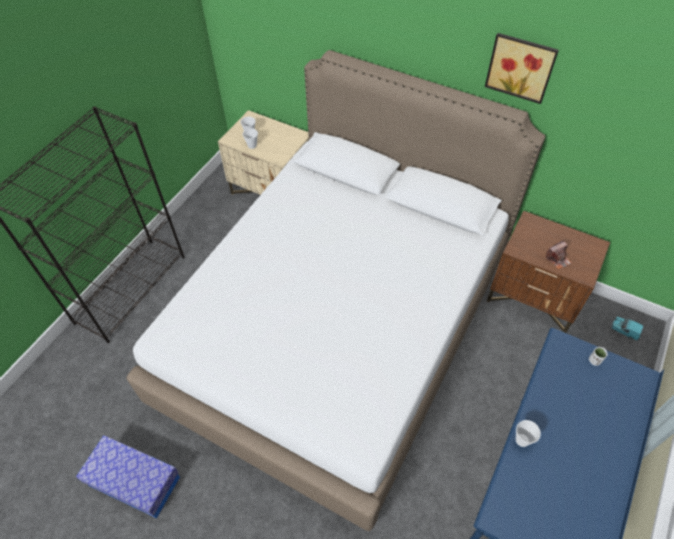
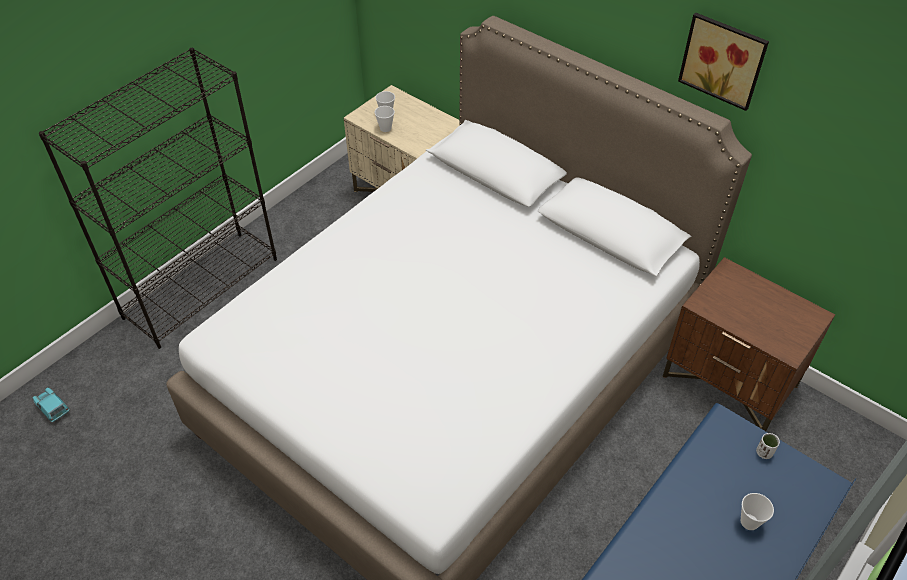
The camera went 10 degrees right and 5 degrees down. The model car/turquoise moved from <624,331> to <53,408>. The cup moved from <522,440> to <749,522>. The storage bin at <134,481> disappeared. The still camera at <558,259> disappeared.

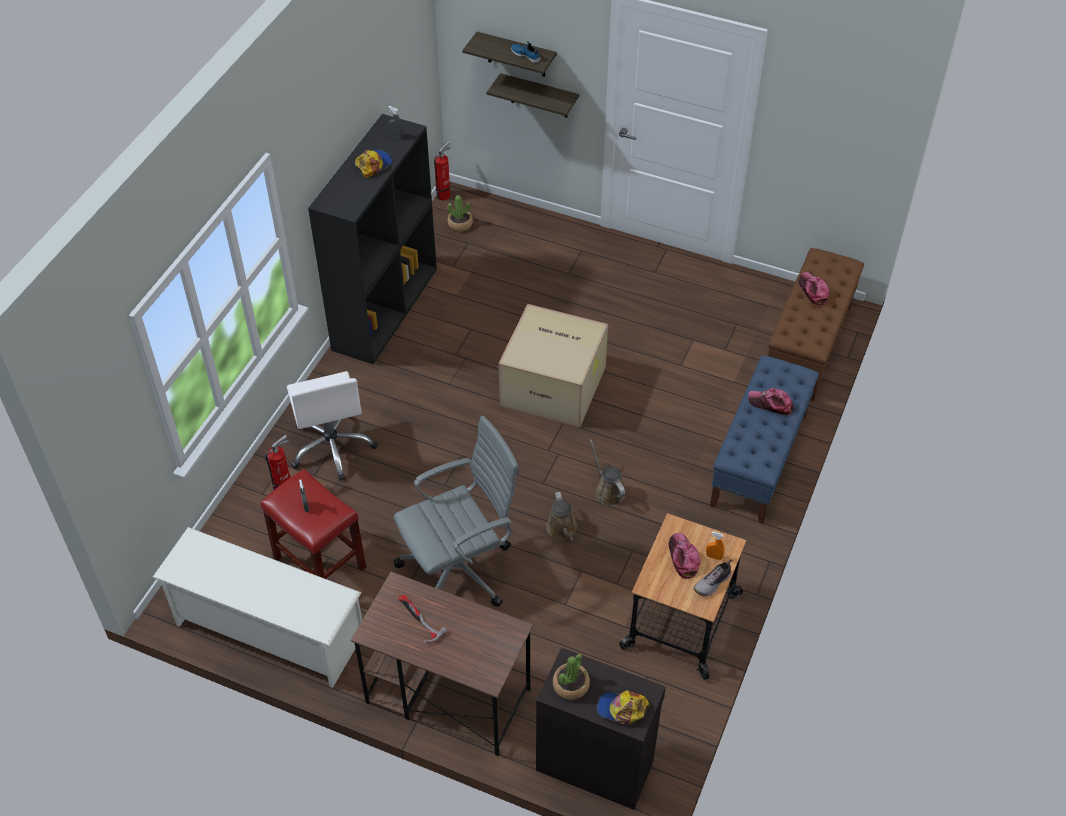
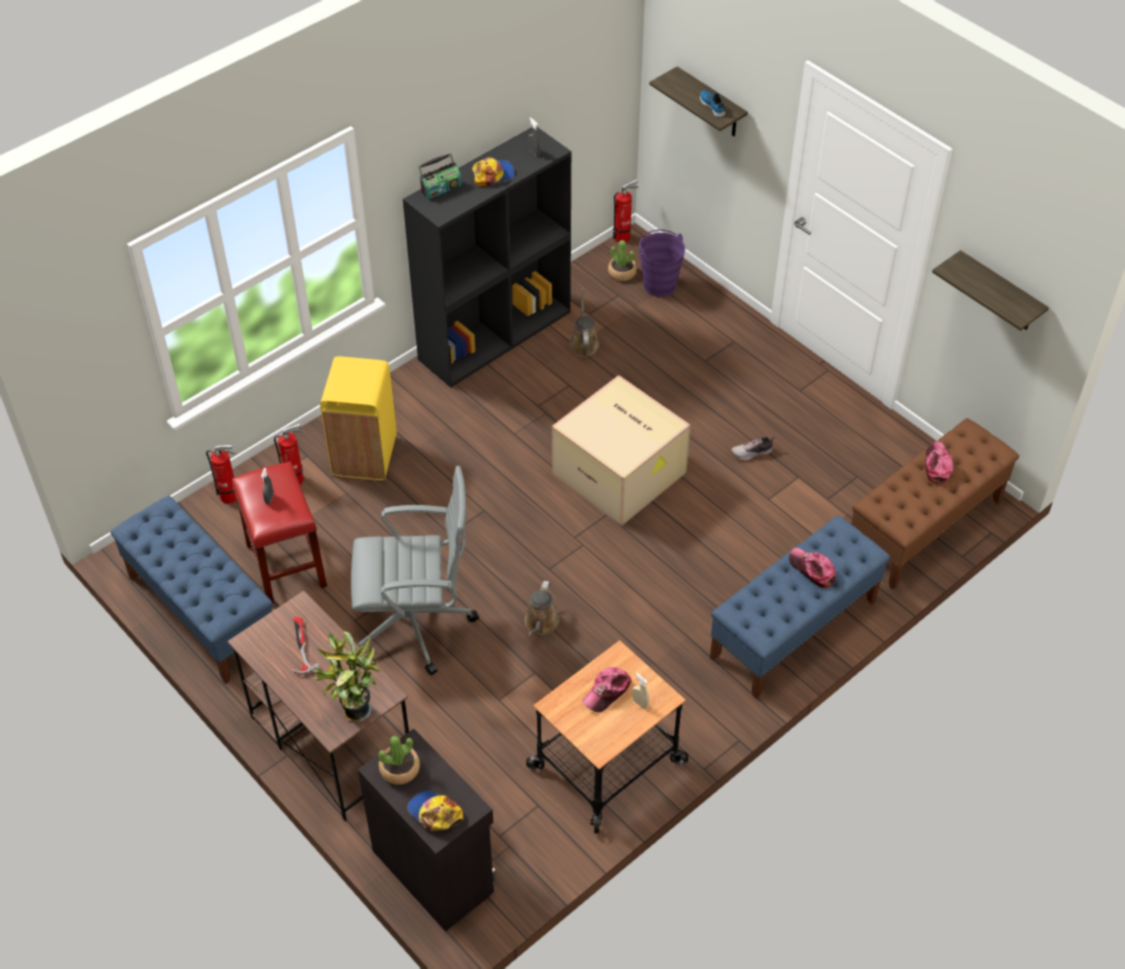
The camera went 25 degrees right and 0 degrees up. The shoe stand/white at <268,631> was replaced by the indoor bench/blue at <202,612>. The fire extinguisher at <231,497> appeared. The potted plant at <353,710> appeared. The office chair/white at <332,447> was replaced by the rubbish bin/yellowish at <364,456>. The radio set at <440,188> appeared. The watering can/brown-coloured moved from <608,491> to <583,343>. The peaked cap at <683,558> turned 150 degrees counterclockwise. The hand sprayer/orangey at <713,556> became the hand sprayer/beige-coloured at <640,703>. The water bucket/purple-coloured at <659,285> appeared. The shoe moved from <713,583> to <752,453>. The bracket shelf moved from <539,96> to <999,293>.

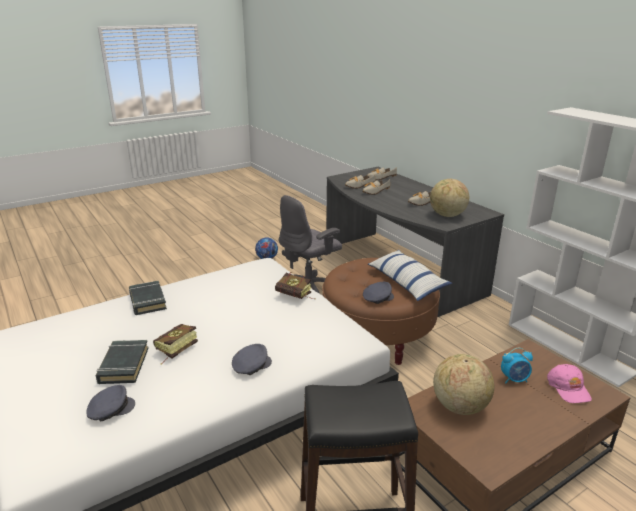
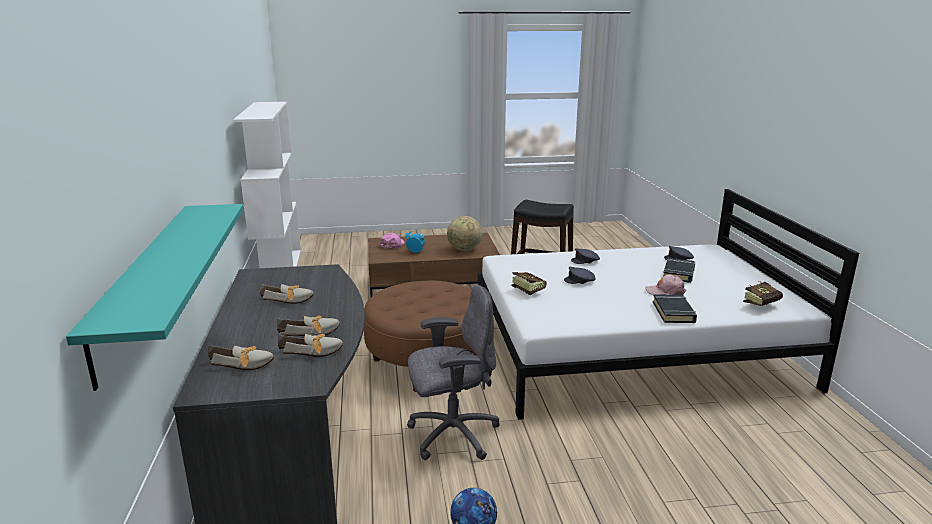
The camera went 155 degrees left and 5 degrees down. The bracket shelf/turquoise at <145,283> appeared. The peaked cap/grey moved from <377,298> to <580,280>. The peaked cap/pinkish at <665,291> appeared. The book moved from <173,351> to <763,304>. The cushion at <406,282> disappeared. The world globe at <447,215> disappeared.

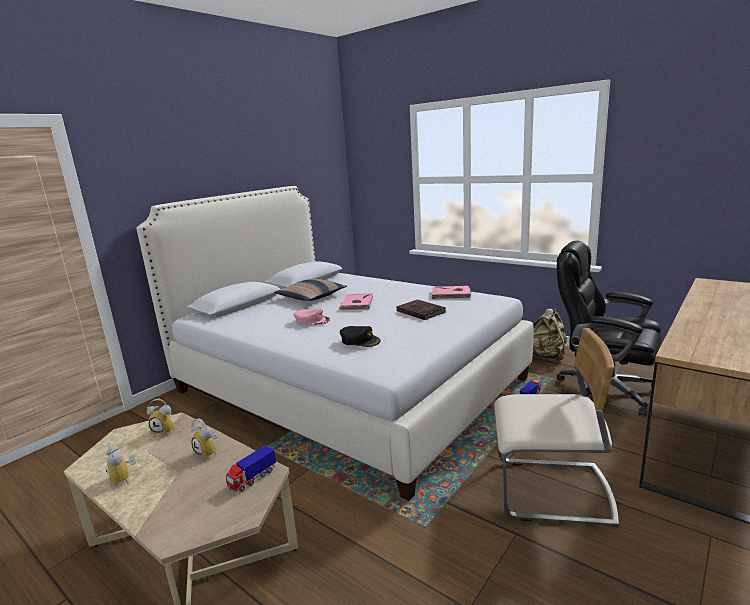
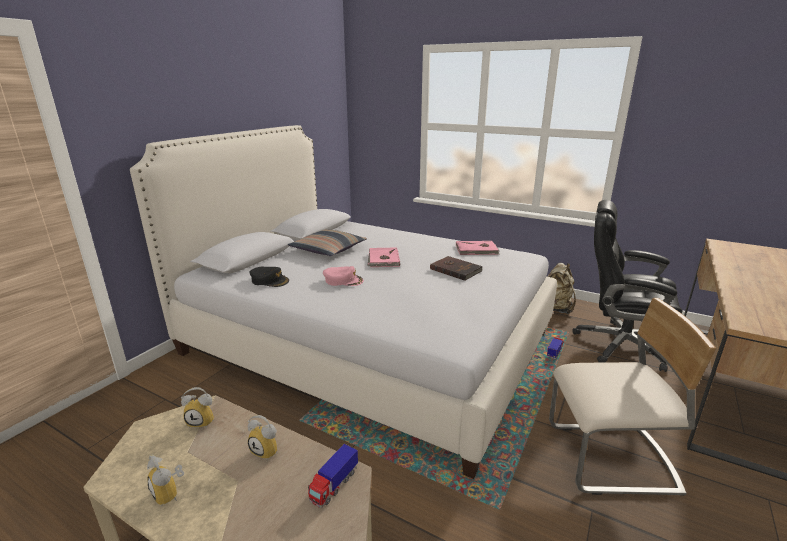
The camera went 10 degrees left and 5 degrees up. The peaked cap/black-coloured moved from <360,340> to <270,280>.

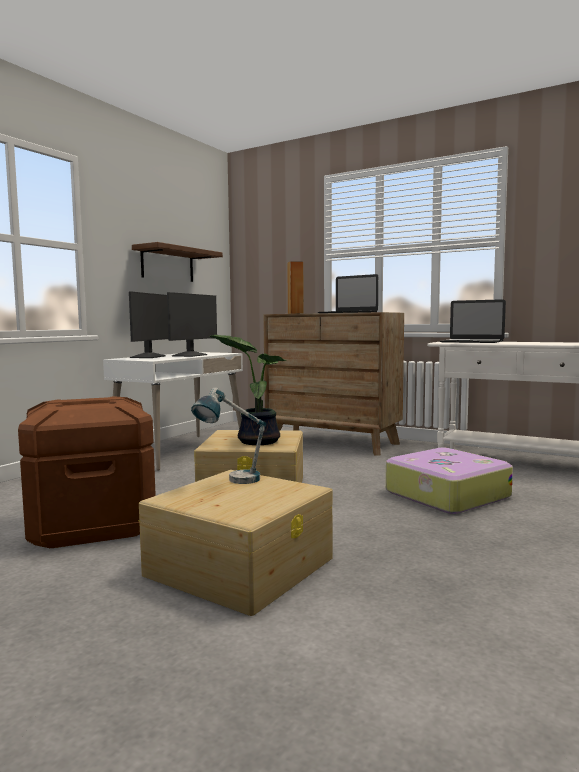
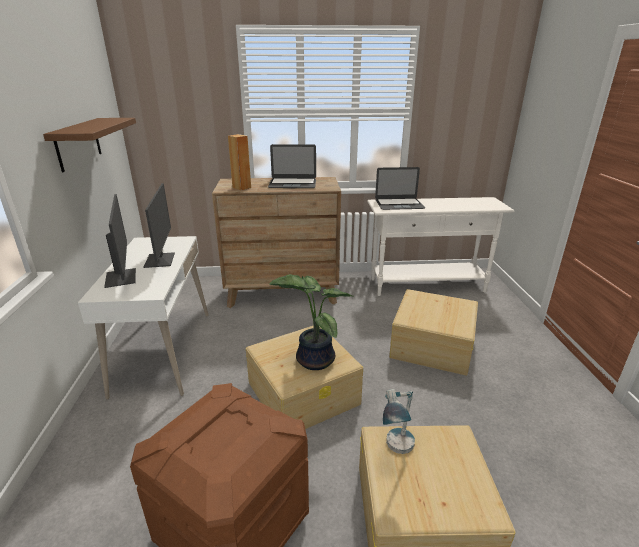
The camera went 35 degrees left and 20 degrees up. The travel case at <445,494> was replaced by the storage bin/beige-coloured at <431,345>.

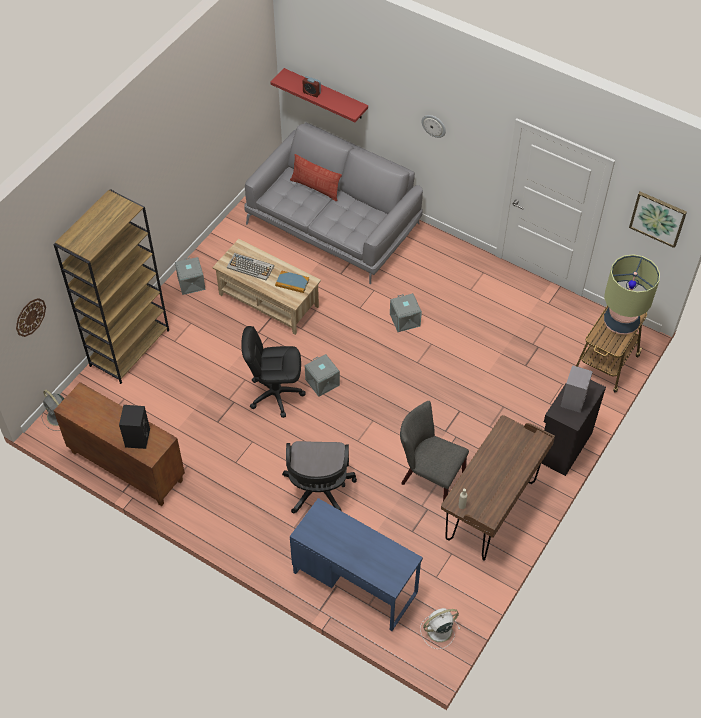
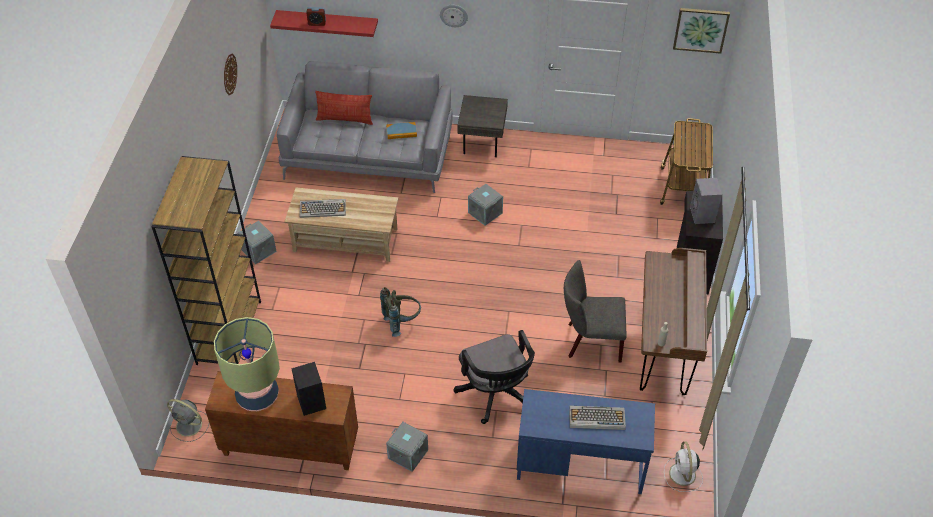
The camera went 25 degrees left and 5 degrees down. The table lamp moved from <621,322> to <257,395>. The wall clock moved from <30,317> to <229,74>. The office chair/black-coloured at <275,394> was replaced by the knapsack/grey at <402,321>. The book moved from <292,283> to <401,132>. The storage bin/grey moved from <321,382> to <407,454>. The end table/grey at <483,143> appeared. The computer keyboard at <596,418> appeared. The cooling fan/white at <438,630> turned 45 degrees counterclockwise.

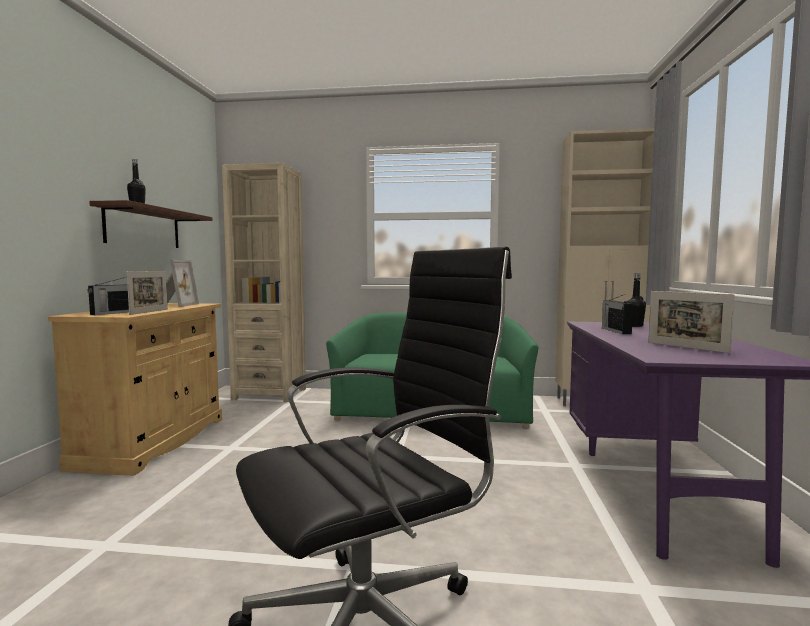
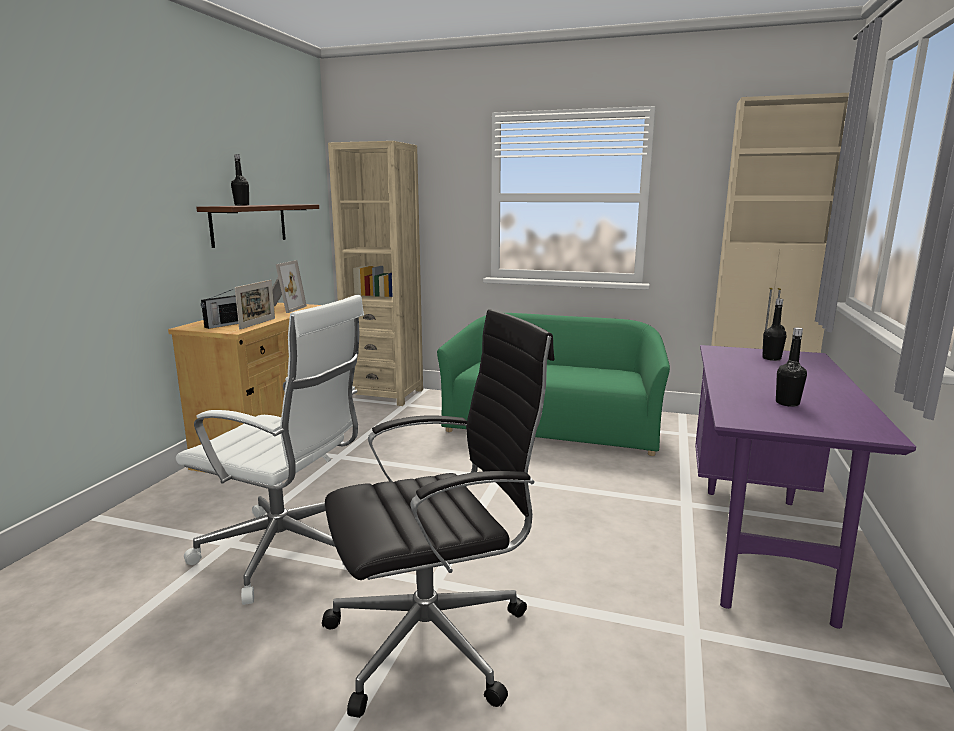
The camera went 10 degrees right and 10 degrees up. The office chair/white at <286,552> appeared. The standing frame at <686,347> was replaced by the bottle/black-coloured at <787,403>. The radio set at <615,331> disappeared.

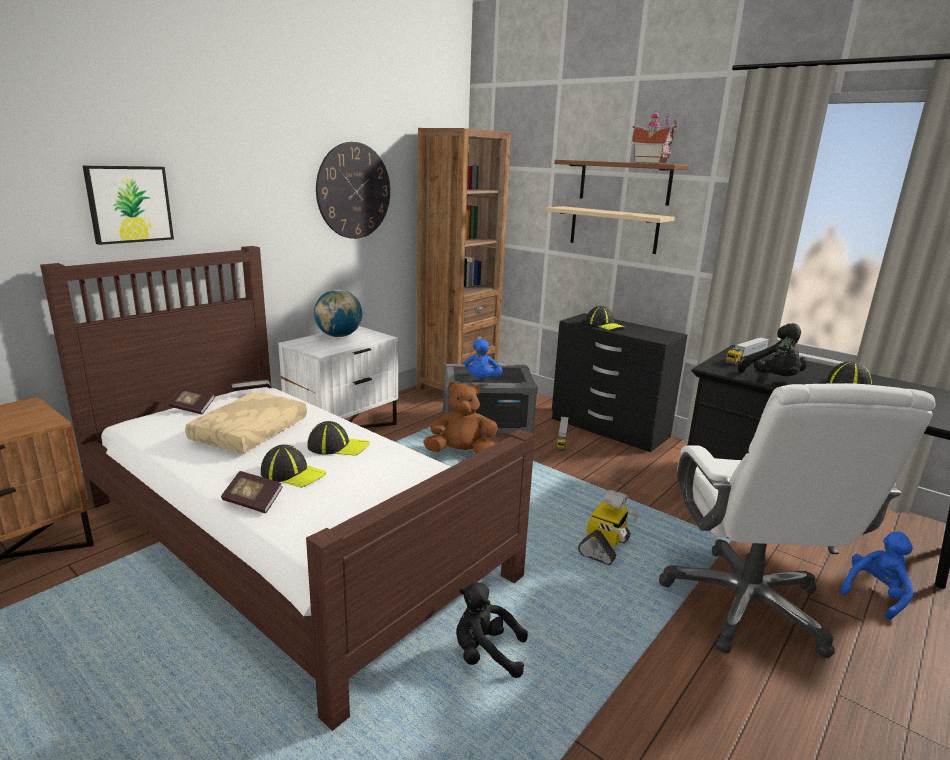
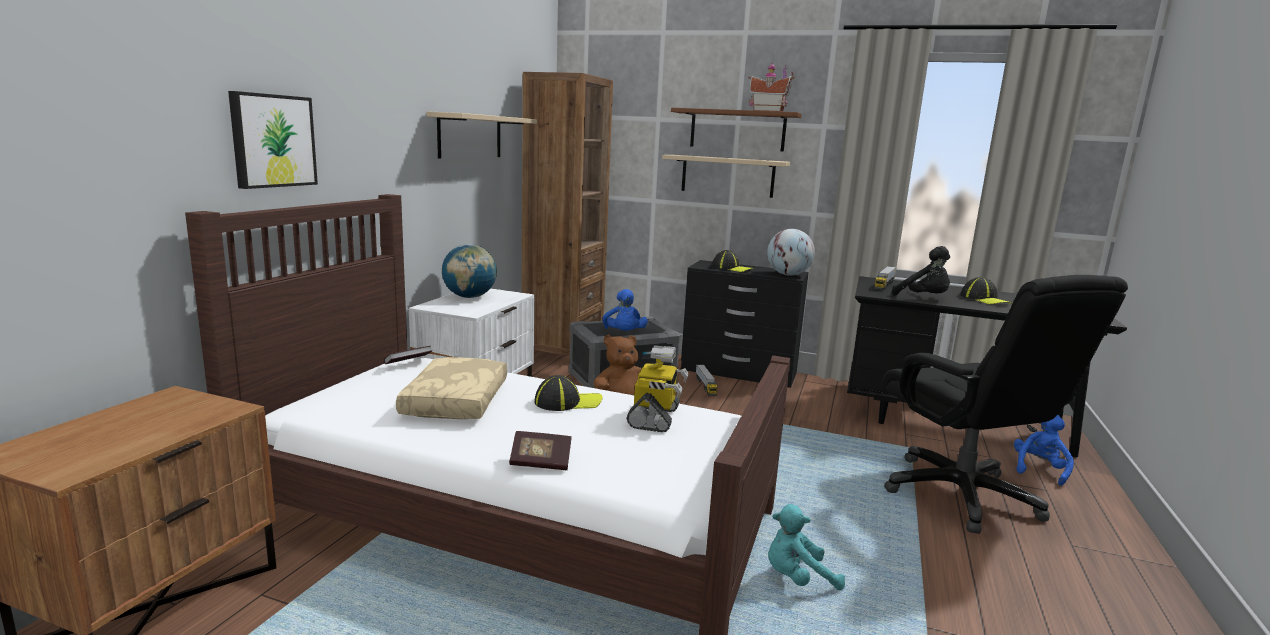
The camera went 20 degrees left and 5 degrees down. The wall clock at <354,191> was replaced by the bracket shelf/beige-coloured at <470,136>. The model robot moved from <605,547> to <655,418>. The world globe at <788,275> appeared. The soft toy/black-coloured at <486,654> became the soft toy/turquoise at <797,578>. The office chair/white at <746,605> became the office chair/black-coloured at <962,495>. The book at <193,408> disappeared. The peaked cap at <293,474> disappeared.

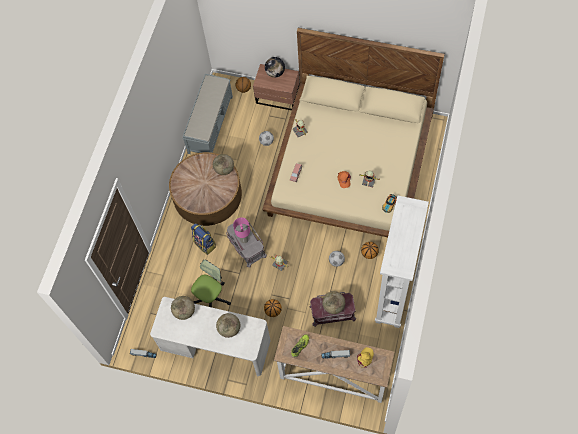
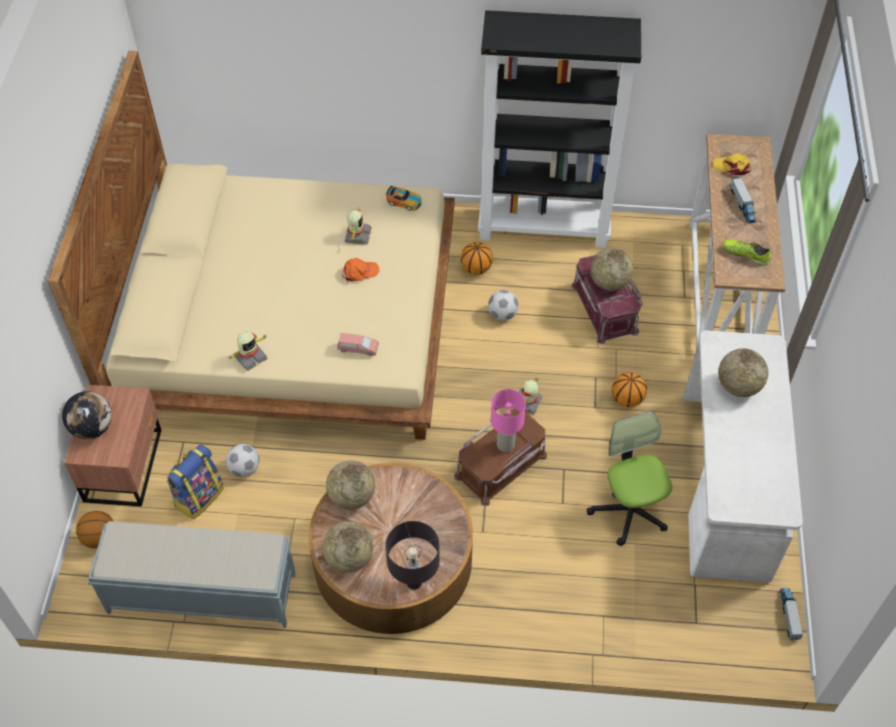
The camera went 105 degrees left and 10 degrees down. The knapsack moved from <205,244> to <199,496>. The world globe moved from <184,311> to <349,558>. The table lamp/black-coloured at <414,582> appeared. The storage bin/grey at <246,246> became the storage bin/brown-coloured at <501,467>. The bookshelf/white at <394,293> became the bookshelf/black-coloured at <544,227>. The office chair at <211,297> turned 45 degrees clockwise.

